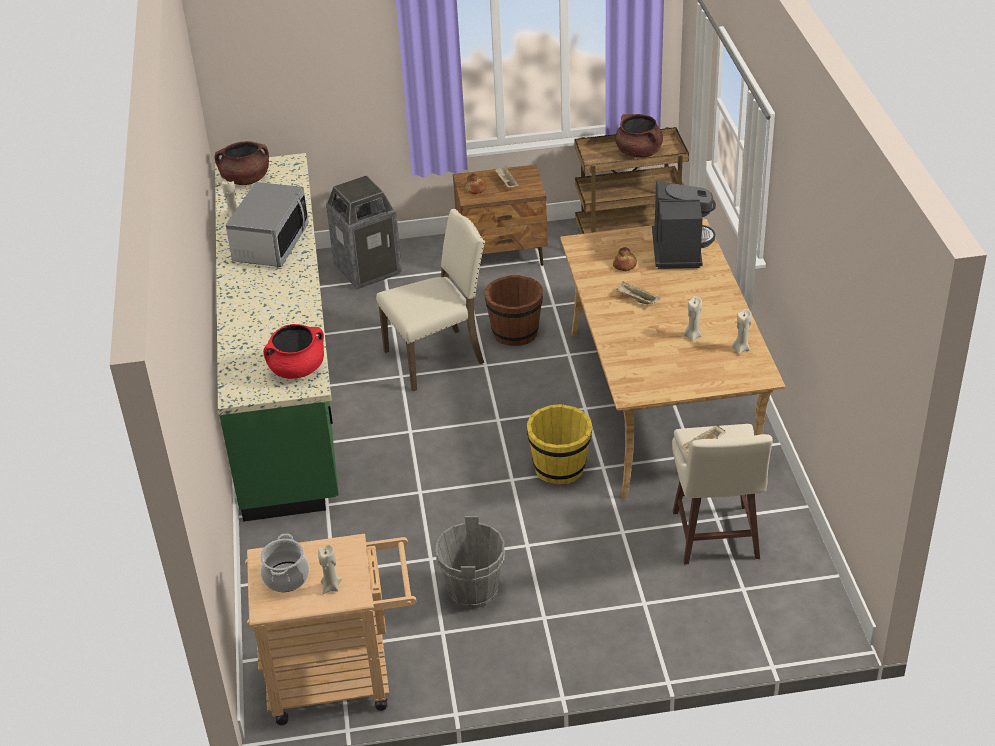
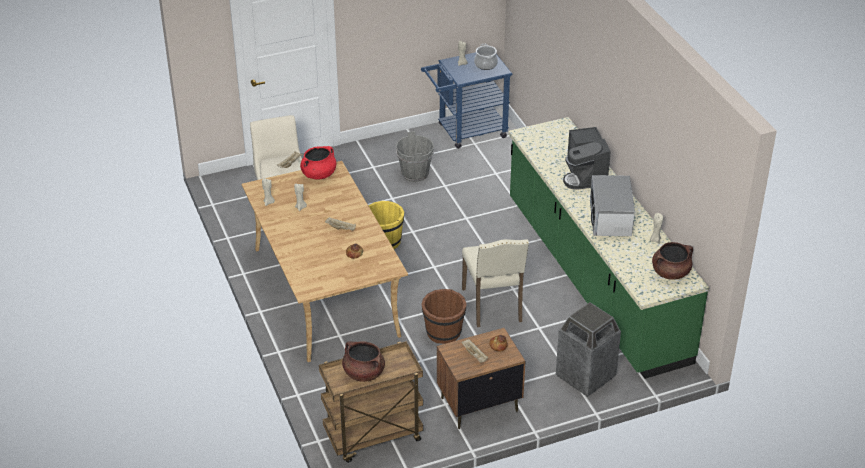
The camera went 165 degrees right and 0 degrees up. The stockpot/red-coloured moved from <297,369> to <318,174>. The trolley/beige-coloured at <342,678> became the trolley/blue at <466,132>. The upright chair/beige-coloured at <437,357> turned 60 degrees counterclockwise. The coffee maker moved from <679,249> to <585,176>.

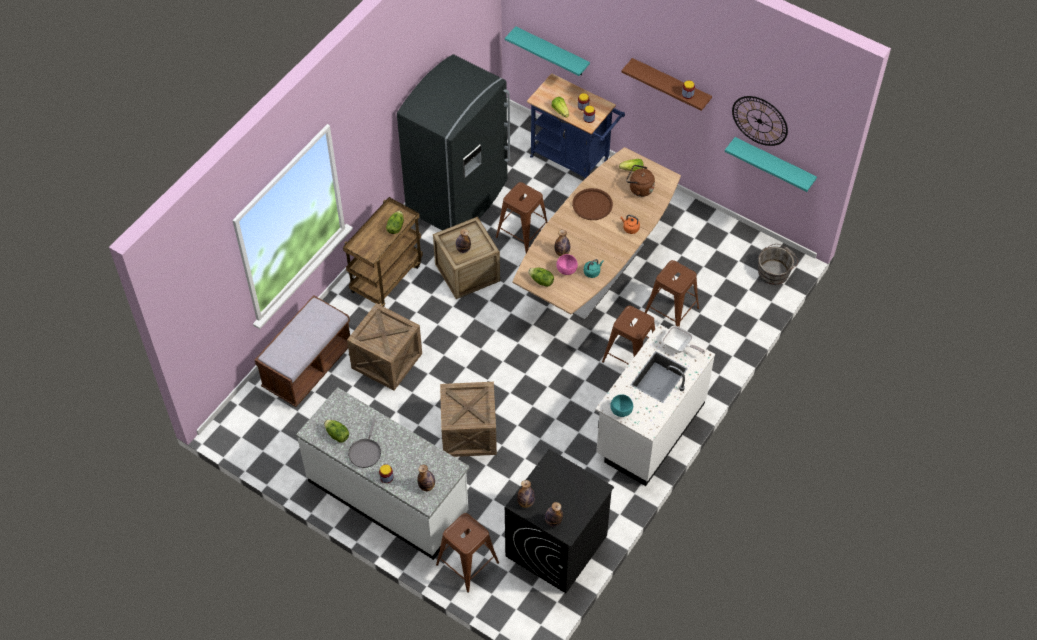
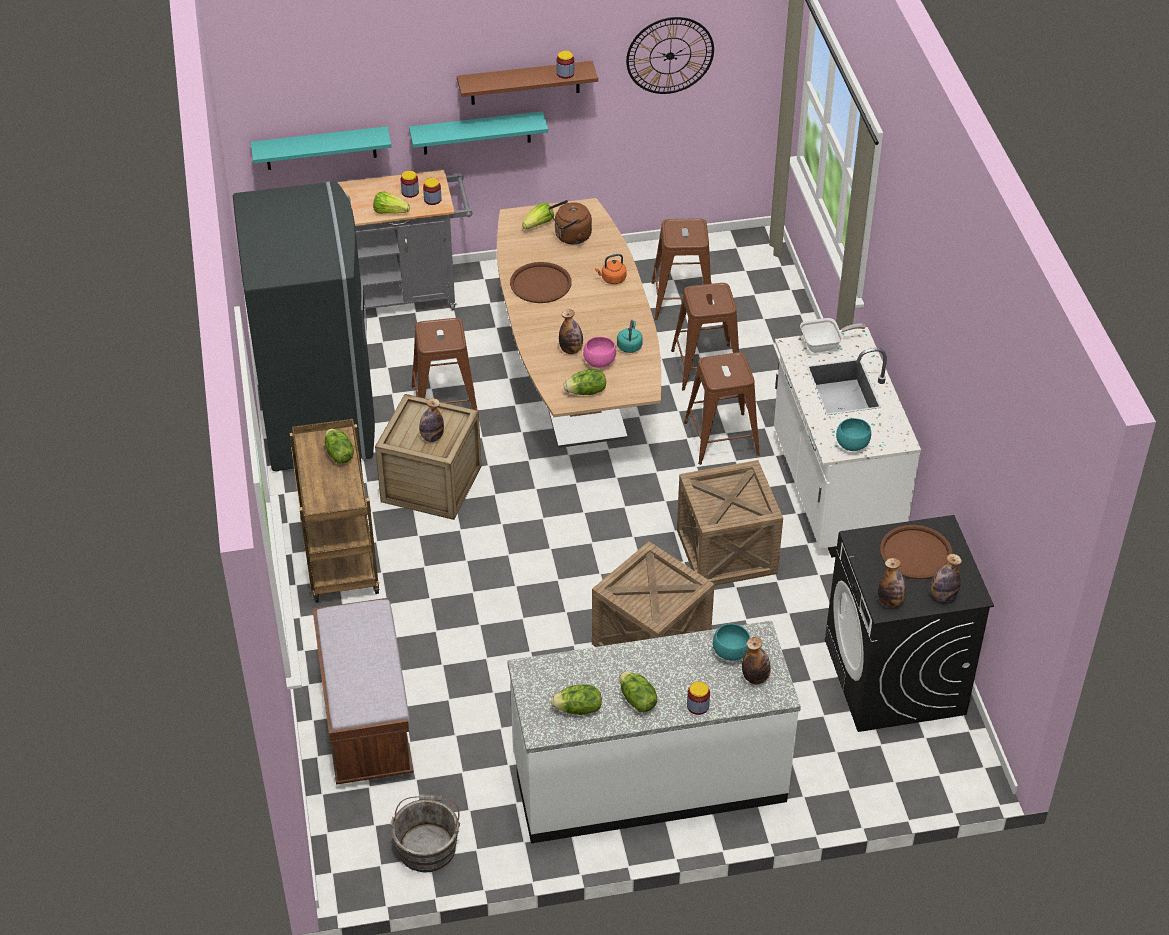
The camera went 45 degrees left and 10 degrees down. The trolley/blue at <574,160> became the trolley/grey at <407,295>. The water bucket/grey moved from <775,271> to <427,844>. The bracket shelf/turquoise moved from <774,164> to <476,133>. The skillet/grey at <365,452> was replaced by the lettuce at <637,700>. The stool/brown-coloured moved from <467,563> to <681,300>. The crate moved from <387,361> to <726,551>. The serving bowl/turquoise at <731,652> appeared. The serving tray/brown-coloured at <916,553> appeared.

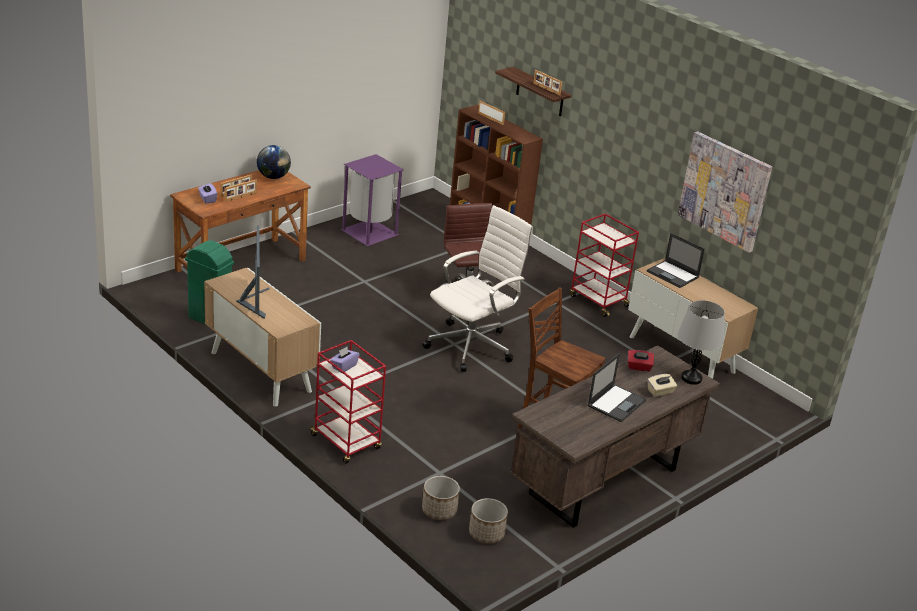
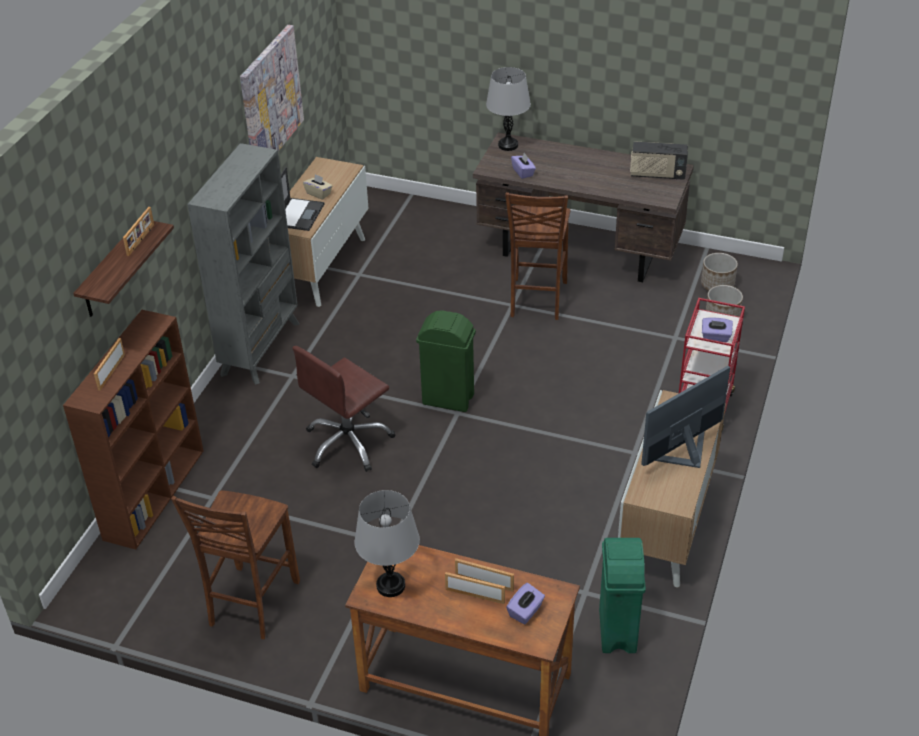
The camera went 115 degrees left and 10 degrees up. The rubbish bin/purple-coloured at <369,232> was replaced by the upright chair/brown-coloured at <251,604>. The trolley/red-coloured at <598,301> was replaced by the bookshelf/grey at <261,348>. The box of tissues/beige-coloured moved from <660,392> to <318,193>. The world globe at <273,177> was replaced by the table lamp/grey at <390,586>. The office chair/white at <472,346> was replaced by the rubbish bin/green-coloured at <447,399>. The box of tissues/red-coloured at <639,367> became the box of tissues/purple-coloured at <523,172>. The radio set at <657,174> appeared. The laptop at <616,403> disappeared.

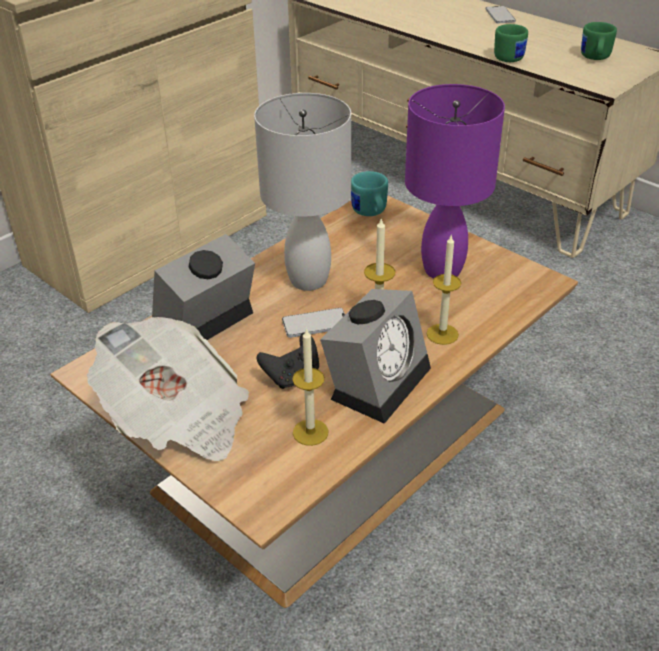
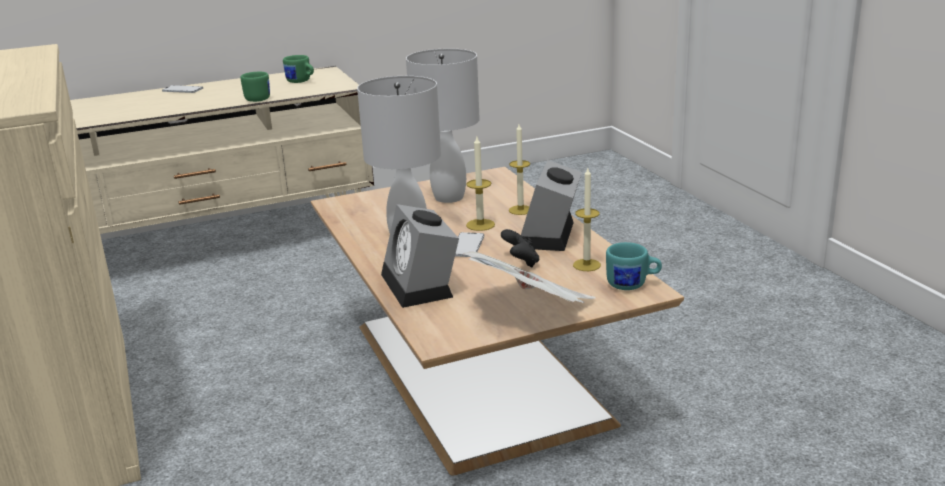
The camera went 65 degrees left and 15 degrees down. The table lamp/purple-coloured at <441,270> became the table lamp/white at <449,197>. The bedside clock at <378,379> turned 135 degrees counterclockwise. The coffee mug/turquoise moved from <370,213> to <632,285>.

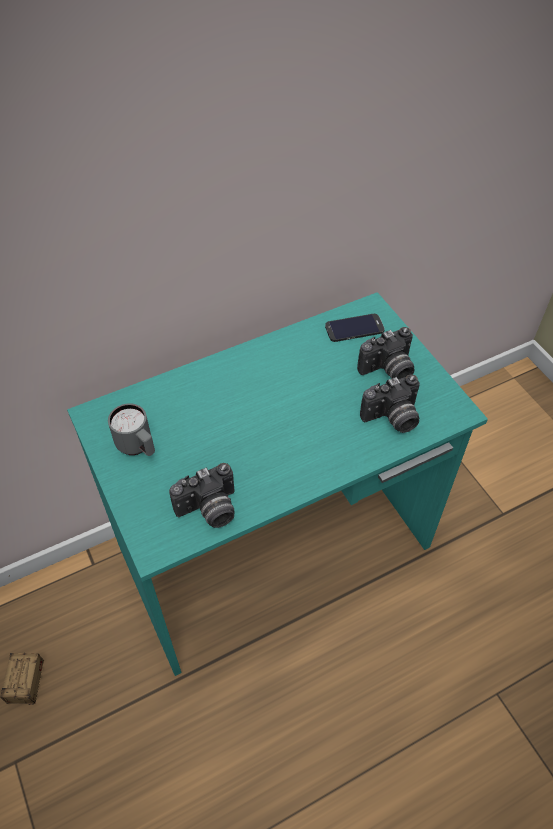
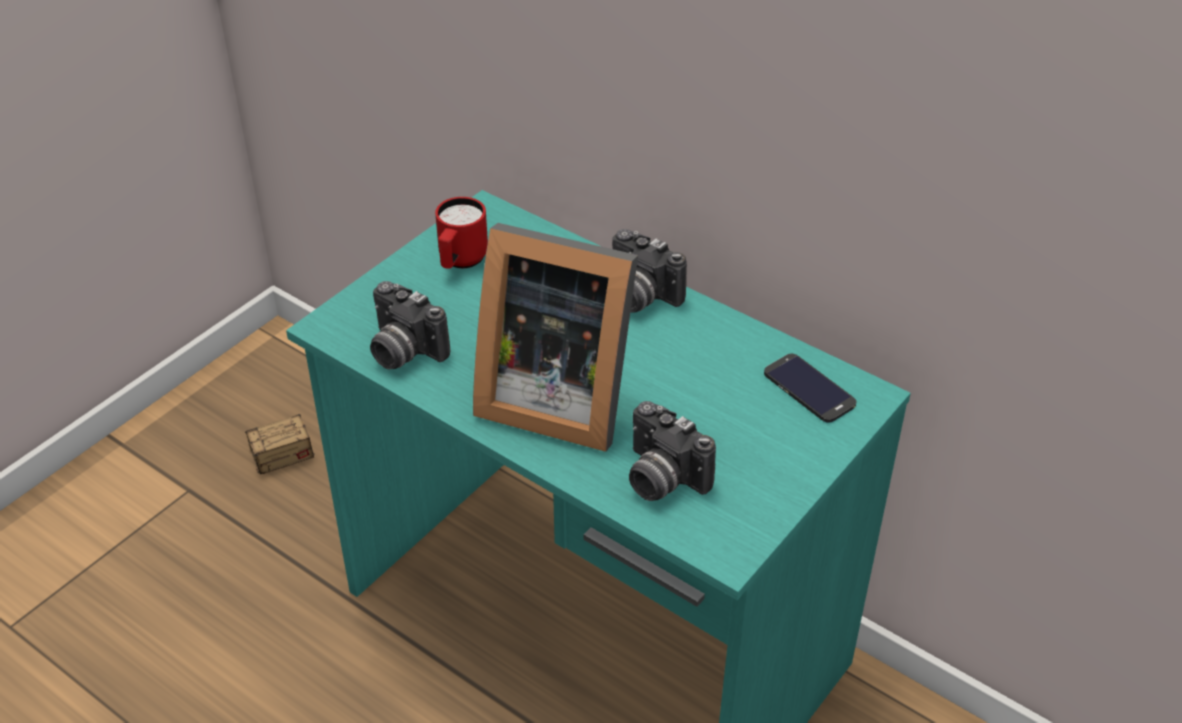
The camera went 65 degrees right and 10 degrees down. The coffee mug/grey at <138,447> became the coffee mug/red-coloured at <460,262>. The standing frame at <555,397> appeared. The still camera moved from <388,371> to <638,296>.

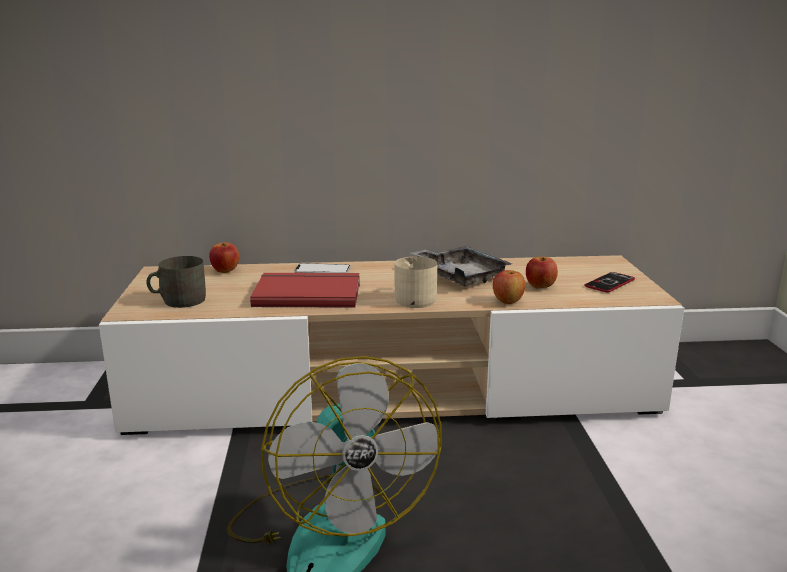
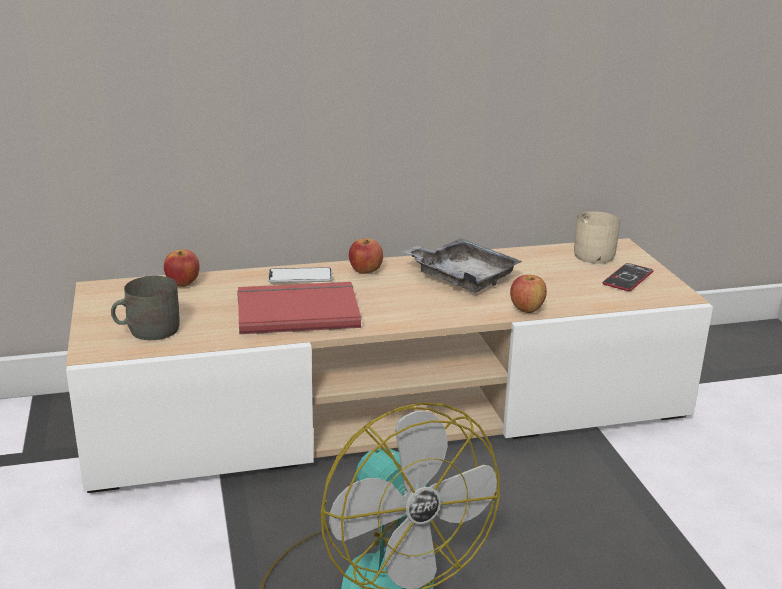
The camera went 10 degrees left and 5 degrees up. The apple fruit moved from <540,286> to <365,271>. The coffee mug/beige-coloured moved from <415,298> to <591,253>.

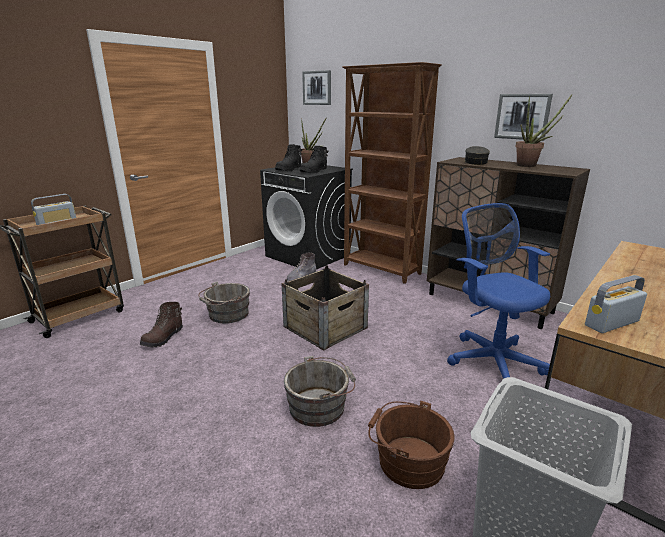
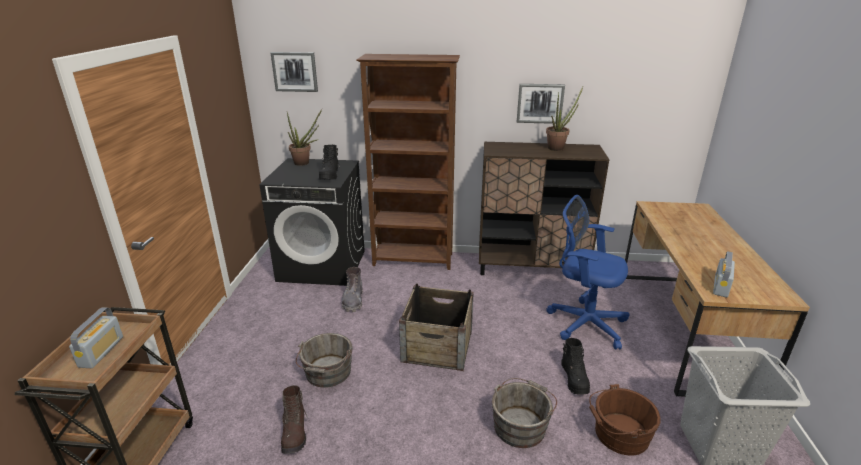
The camera went 35 degrees left and 5 degrees up. The boot/black-coloured moved from <289,169> to <574,379>. The peaked cap/grey at <475,162> disappeared.

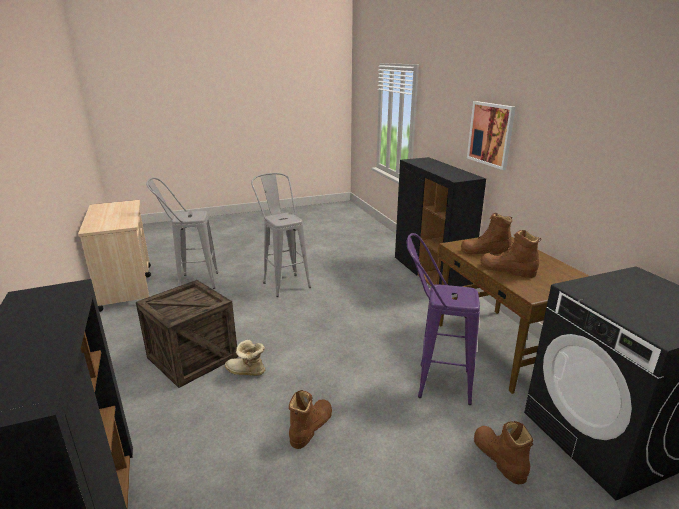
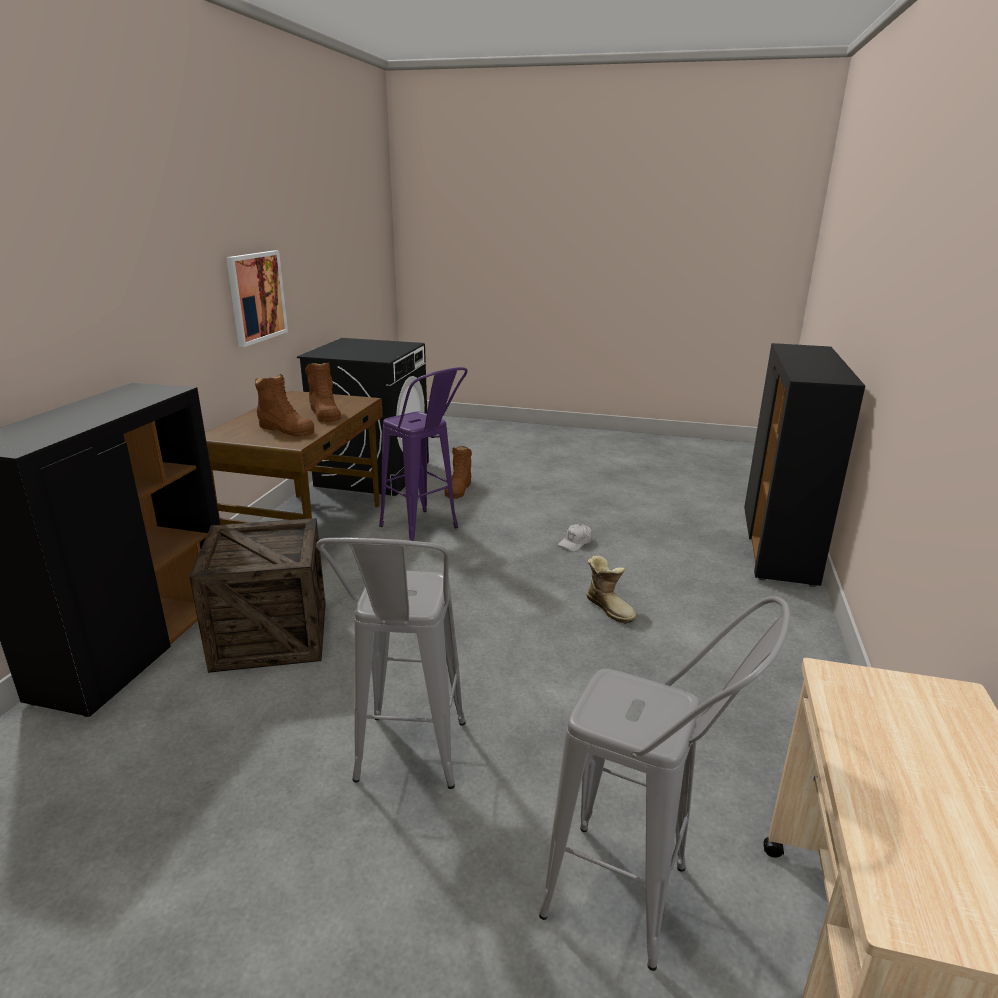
The camera went 145 degrees left and 0 degrees up. The crate moved from <192,357> to <271,635>. The picture moved from <491,134> to <256,297>. The boot/brown-coloured at <310,427> was replaced by the peaked cap/white at <575,543>.

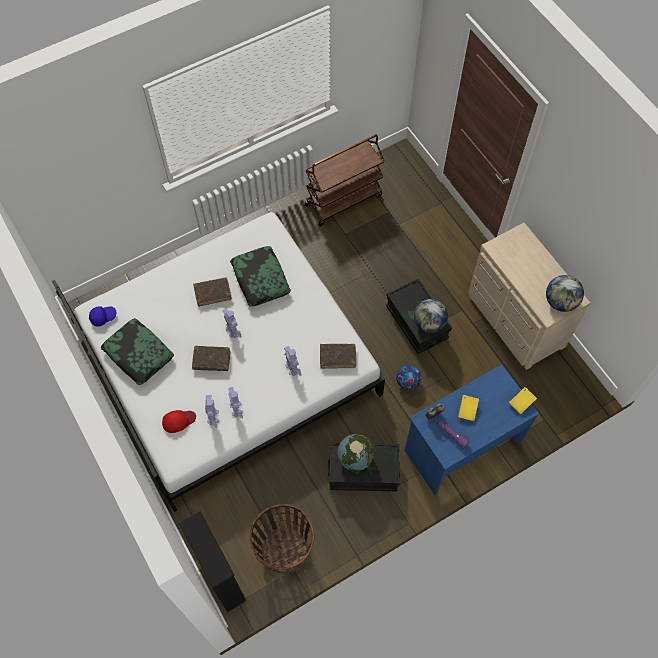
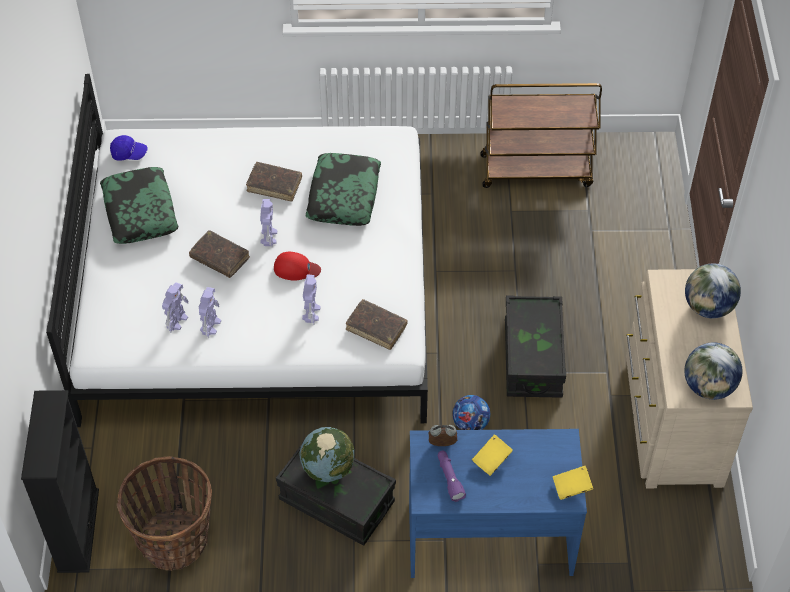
The camera went 30 degrees right and 10 degrees down. The peaked cap/red-coloured moved from <178,421> to <296,269>. The world globe moved from <429,323> to <708,307>.

